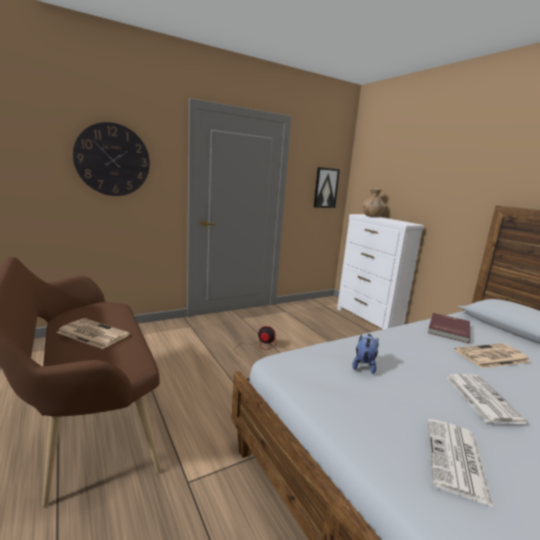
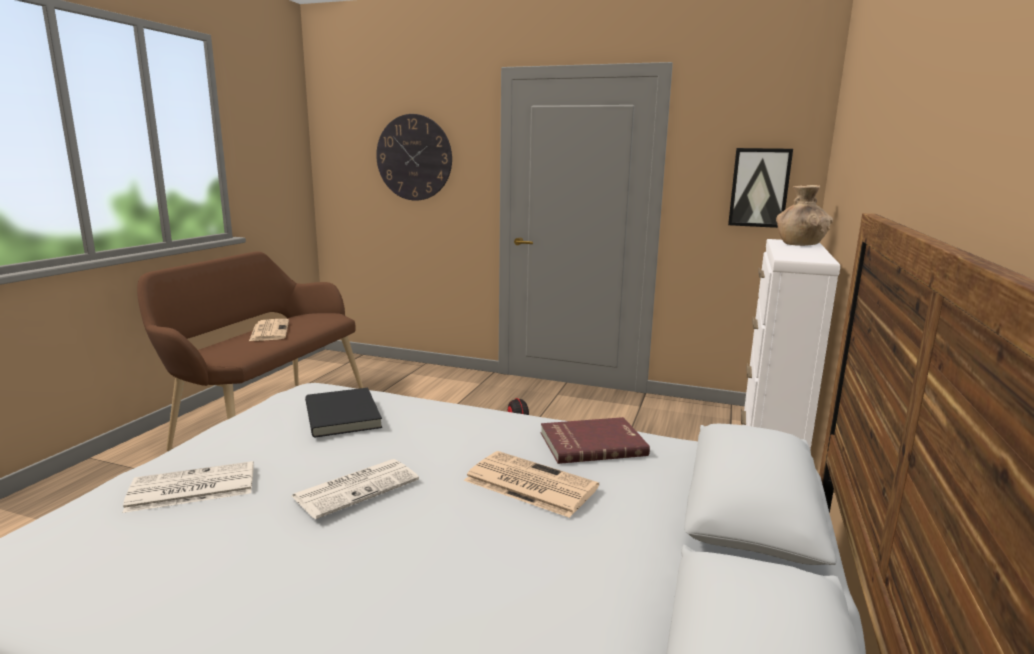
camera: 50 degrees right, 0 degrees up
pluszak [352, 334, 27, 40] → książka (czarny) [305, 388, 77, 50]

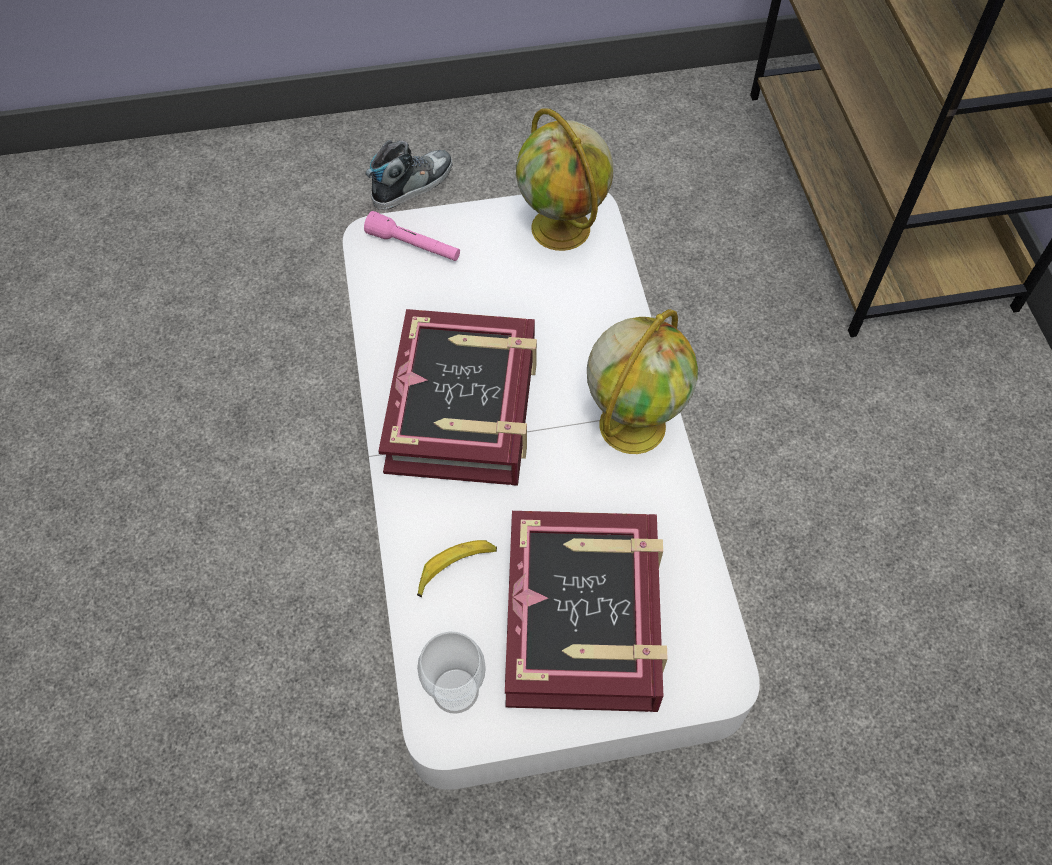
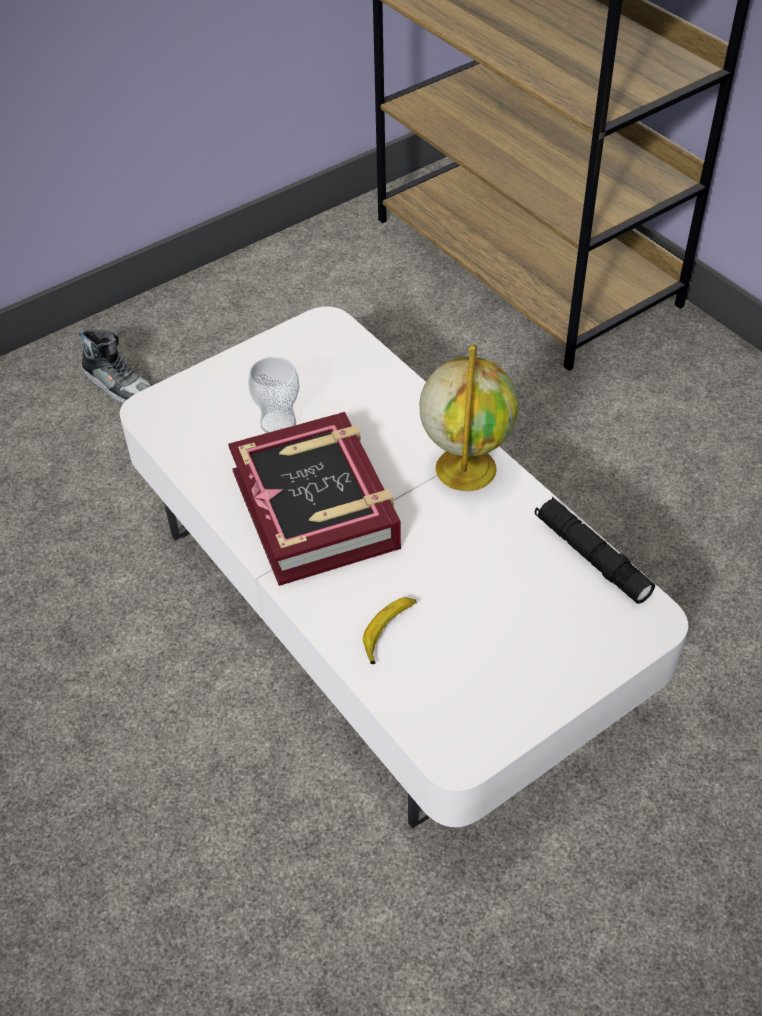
camera: 25 degrees left, 10 degrees down
latarka (różowy) [364, 211, 96, 50] → -
książka [505, 511, 163, 201] → -
globus [516, 108, 97, 143] → -
- → latarka (czarny) [535, 497, 120, 107]
filiżanka [417, 632, 69, 82] → filiżanka [248, 357, 52, 76], shifted
but [366, 140, 87, 70] → but [79, 329, 73, 75], 105 degrees clockwise

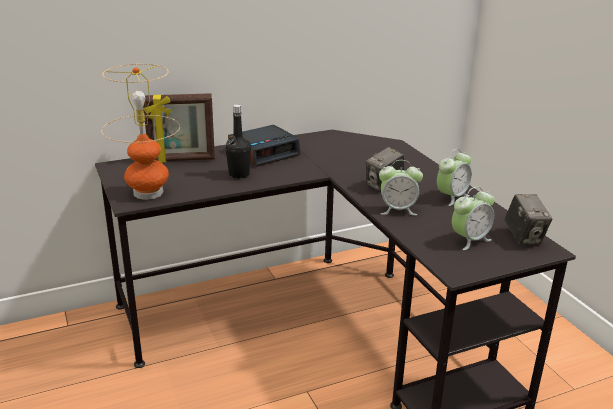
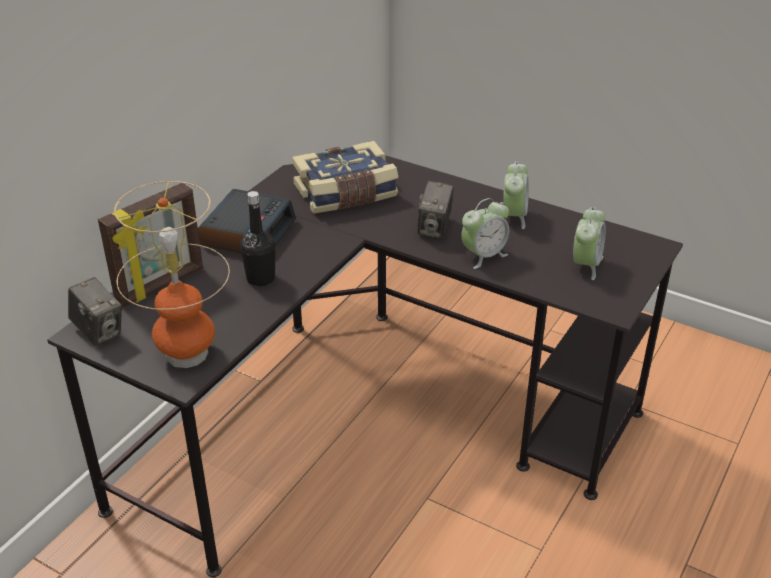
camera: 35 degrees left, 10 degrees up
- → książka [292, 141, 106, 73]
aparat fotograficzny [504, 194, 49, 51] → aparat fotograficzny [68, 277, 54, 69], shifted

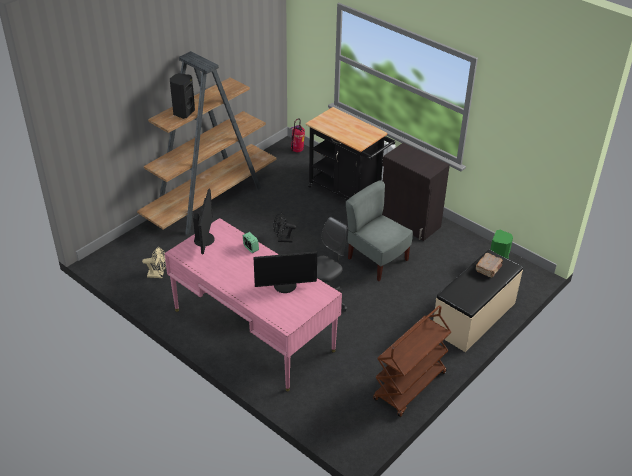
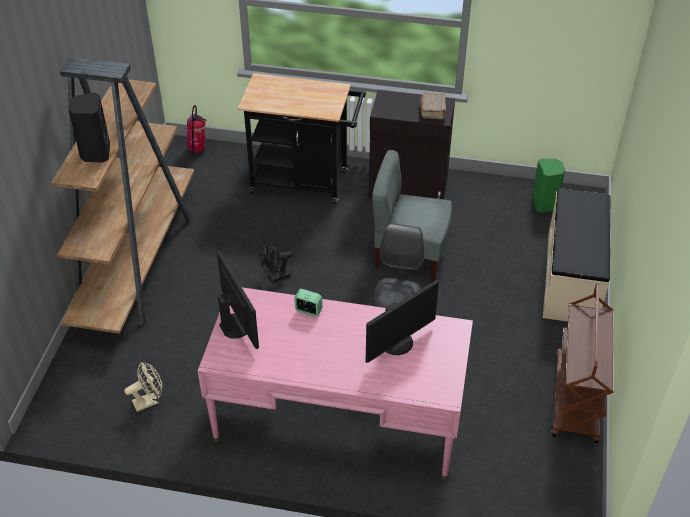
camera: 30 degrees left, 5 degrees up
książka (brązowy) [476, 253, 27, 24] → książka (brązowy) [421, 92, 26, 27], shifted

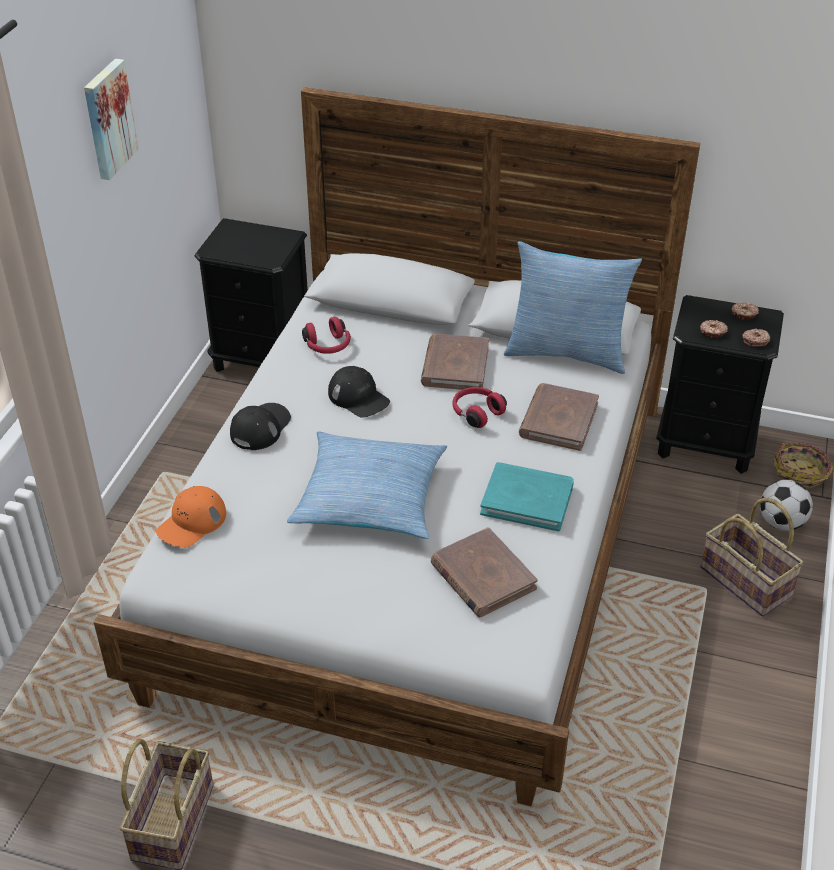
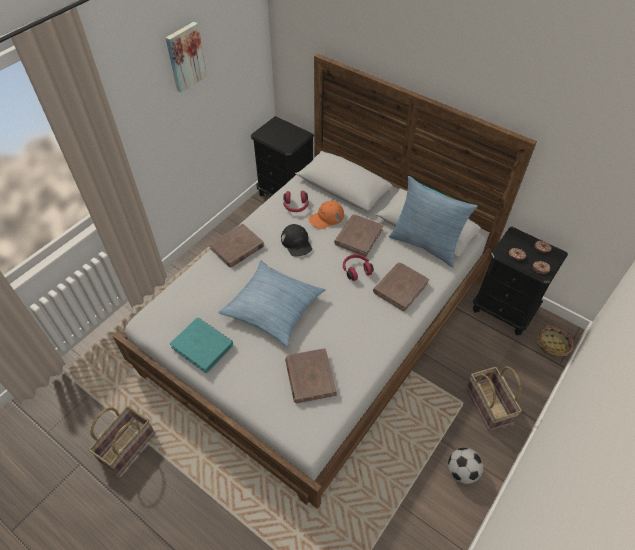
camera: 20 degrees right, 10 degrees up
czapka z daszkiem (pomarańczowy) [156, 486, 70, 62] → czapka z daszkiem (pomarańczowy) [309, 201, 35, 28], shifted
książka (turkusowy) [480, 462, 94, 69] → książka (turkusowy) [170, 318, 63, 55], shifted
piłka futbolowa [760, 480, 53, 51] → piłka futbolowa [448, 448, 35, 36], shifted
czapka z daszkiem (czarny) [230, 403, 61, 47] → książka (brązowy) [209, 223, 55, 44]

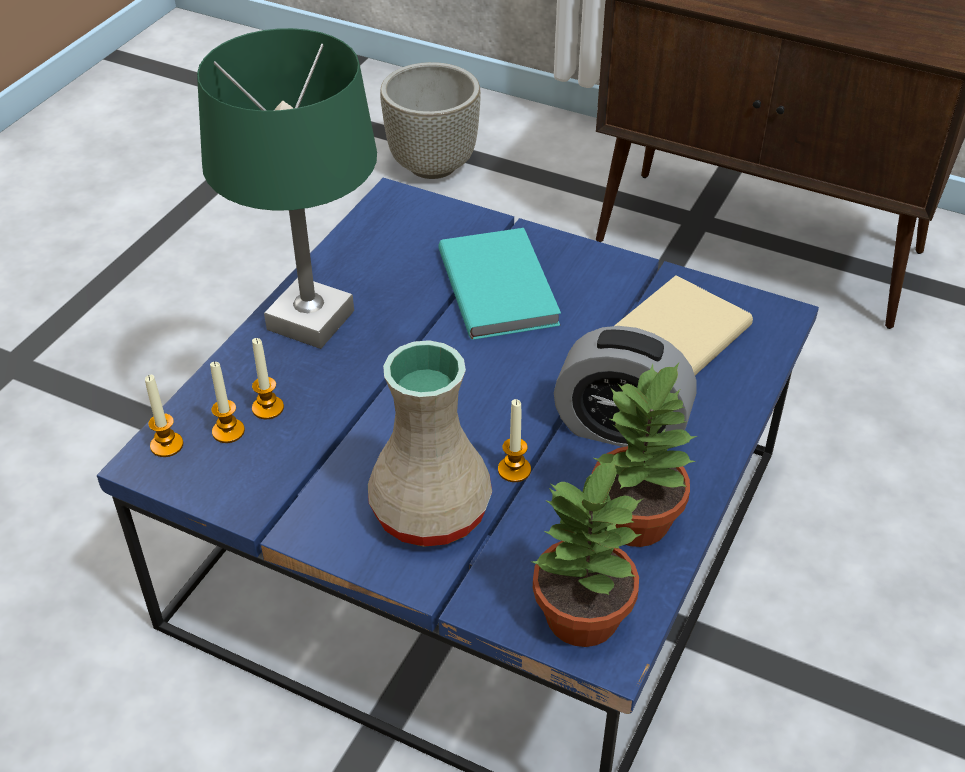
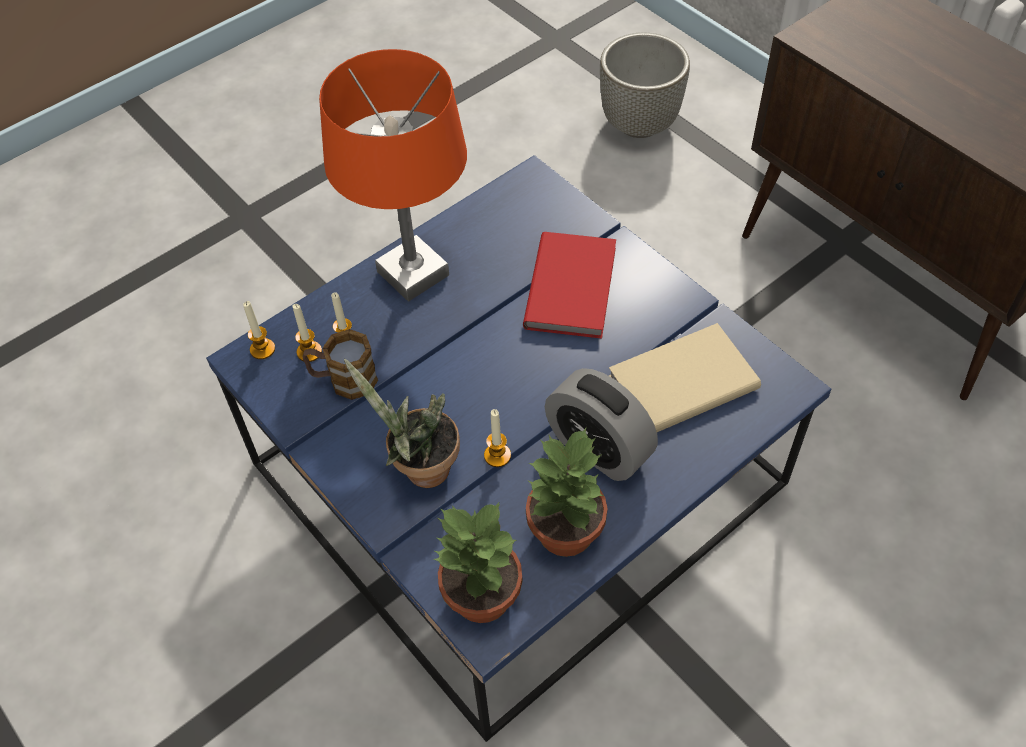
camera: 25 degrees right, 10 degrees up
- → kubek [303, 329, 75, 71]
wazon (beżowy) [368, 340, 124, 207] → roślina doniczkowa [344, 358, 116, 130]
lampa stołowa (zielony) [197, 28, 180, 321] → lampa stołowa (pomarańczowy) [319, 49, 148, 253]
książka (turkusowy) [438, 228, 123, 112] → książka (czerwony) [523, 232, 93, 107]

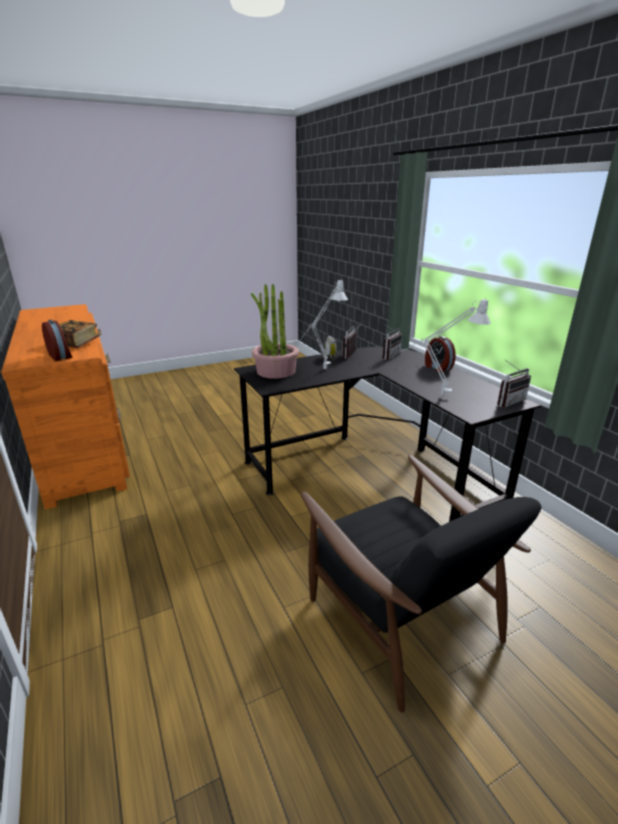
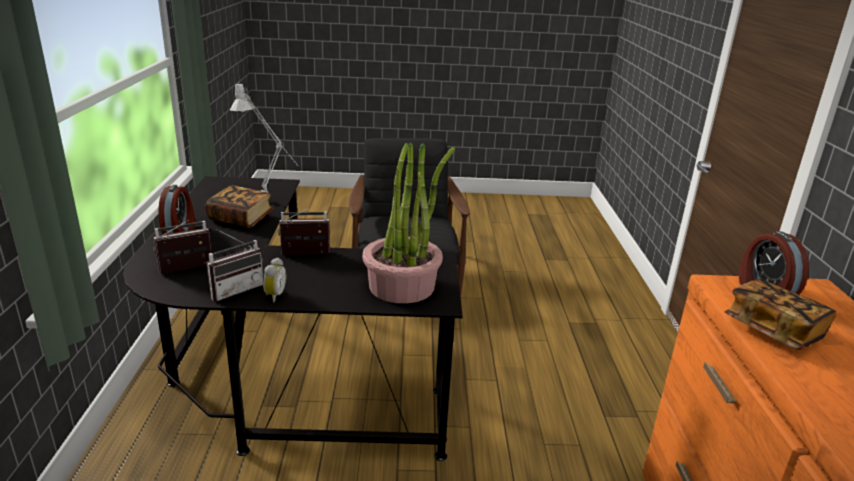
camera: 155 degrees left, 0 degrees up
lampa stołowa (szary) [299, 279, 49, 90] → -
- → książka [205, 185, 69, 43]
radio [497, 360, 34, 48] → radio [278, 209, 52, 46], shifted

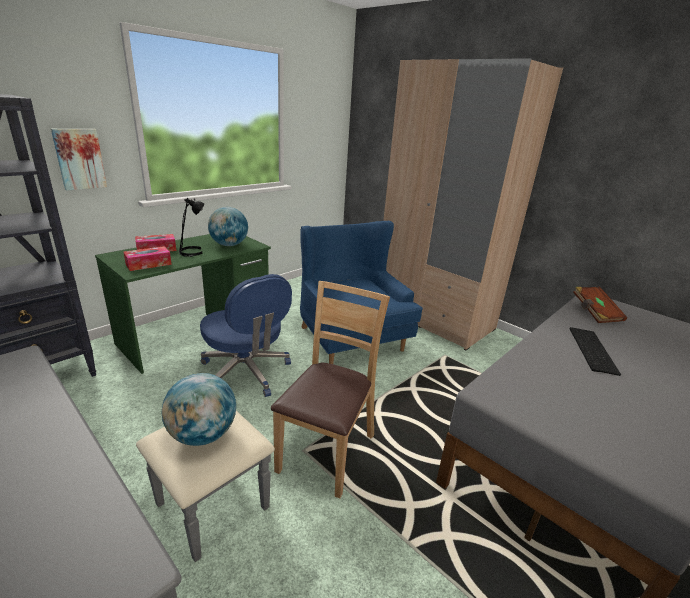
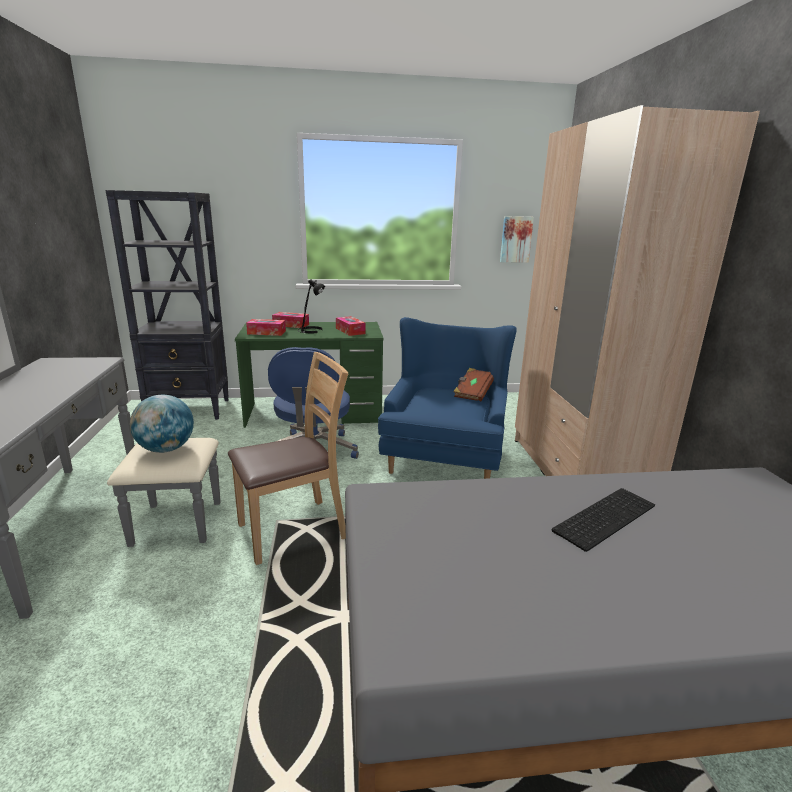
camera: 40 degrees right, 5 degrees down
obraz [51, 129, 56, 61] → obraz [500, 216, 34, 47], shifted
książka (brązowy) [573, 287, 54, 36] → książka (brązowy) [453, 368, 41, 33], shifted
globus [208, 207, 40, 39] → pudełko chusteczek [336, 316, 30, 20]

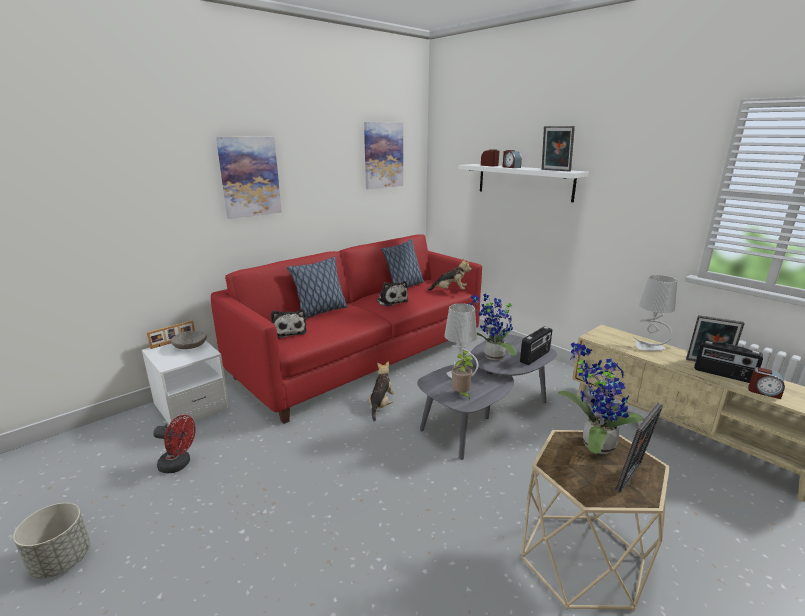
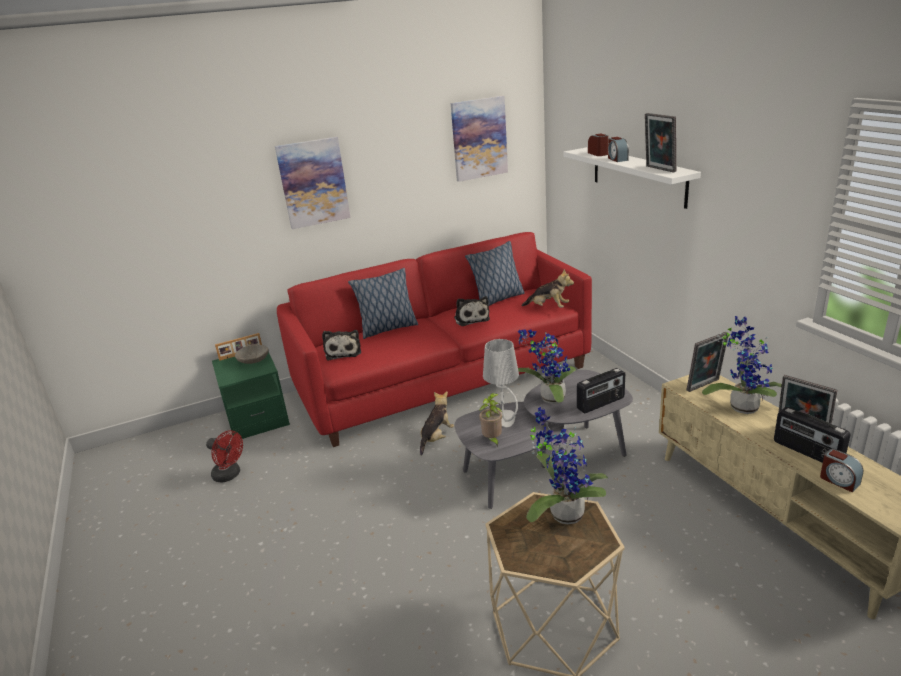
camera: 20 degrees right, 5 degrees up
donica (szary) [13, 503, 77, 76] → -
ramka na zdjęcie [615, 403, 48, 90] → ramka na zdjęcie [687, 332, 41, 60], shifted
lampa stołowa (szary) [634, 275, 43, 76] → roślina doniczkowa [702, 316, 80, 98]
szafka nocna (biały) [142, 340, 88, 87] → szafka nocna (zielony) [212, 352, 78, 87]

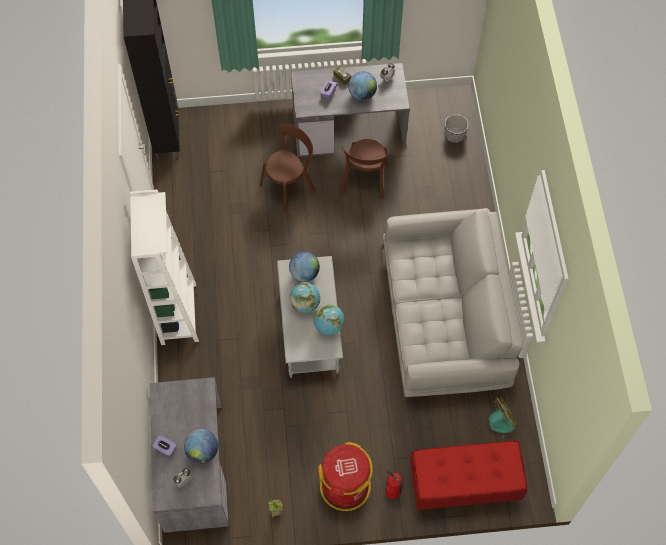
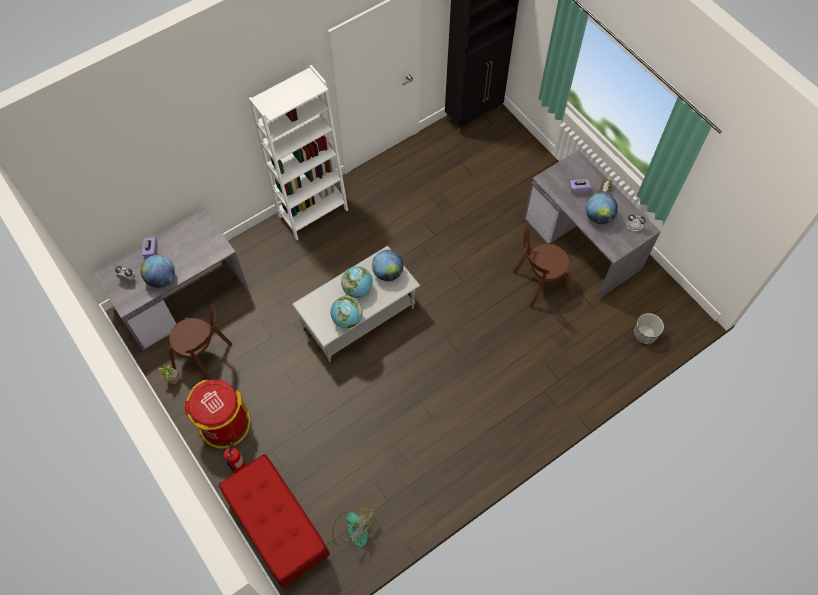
camera: 60 degrees right, 0 degrees up
kanapa (szary) [380, 208, 143, 192] → -
krzesło (brązowy) [260, 124, 56, 88] → krzesło (brązowy) [168, 304, 65, 76], shifted

